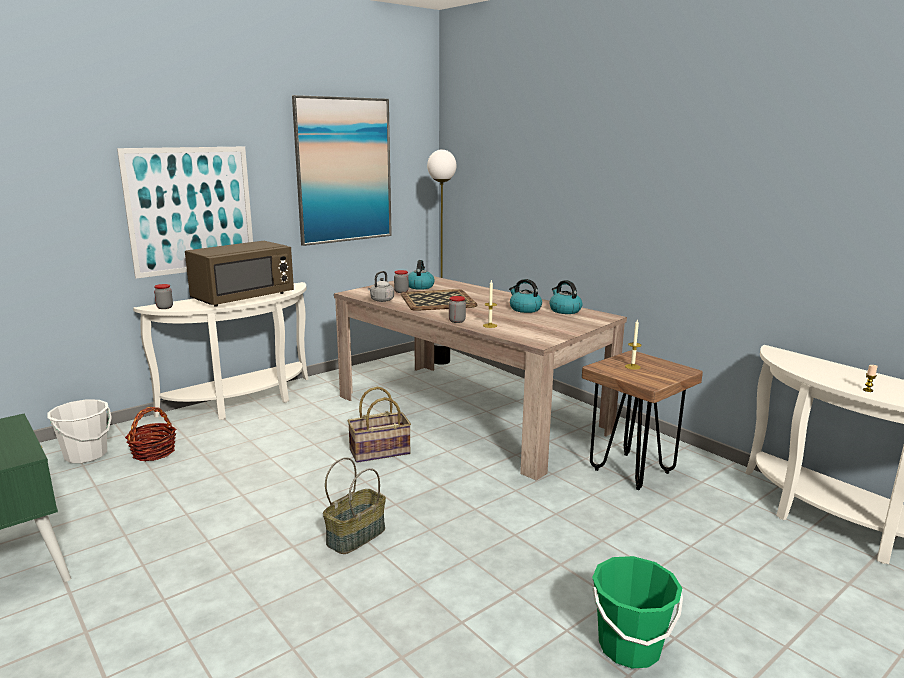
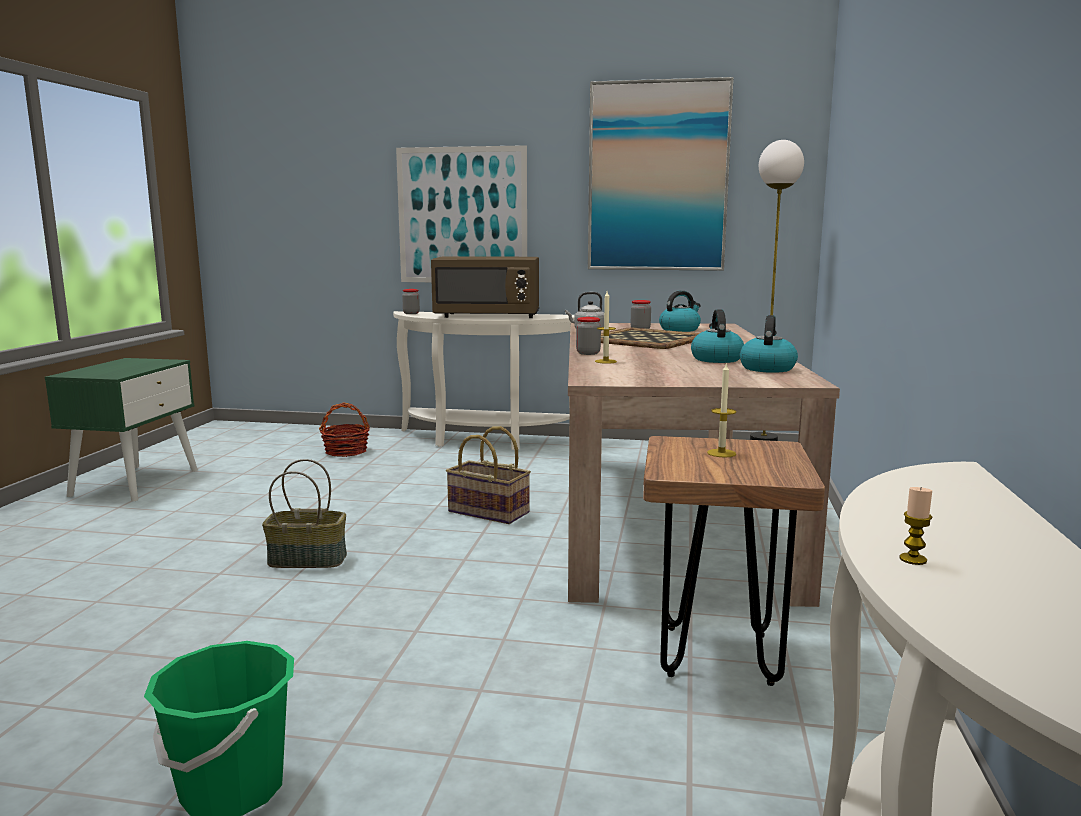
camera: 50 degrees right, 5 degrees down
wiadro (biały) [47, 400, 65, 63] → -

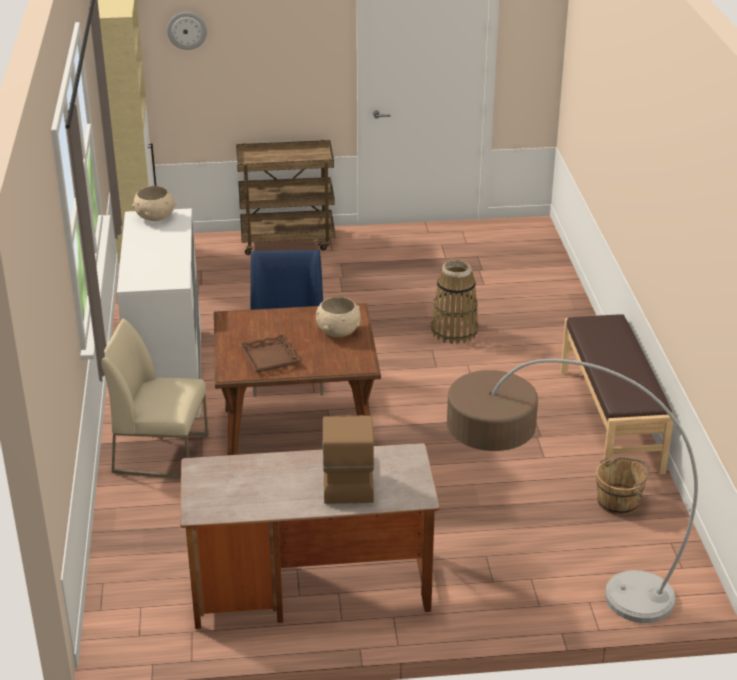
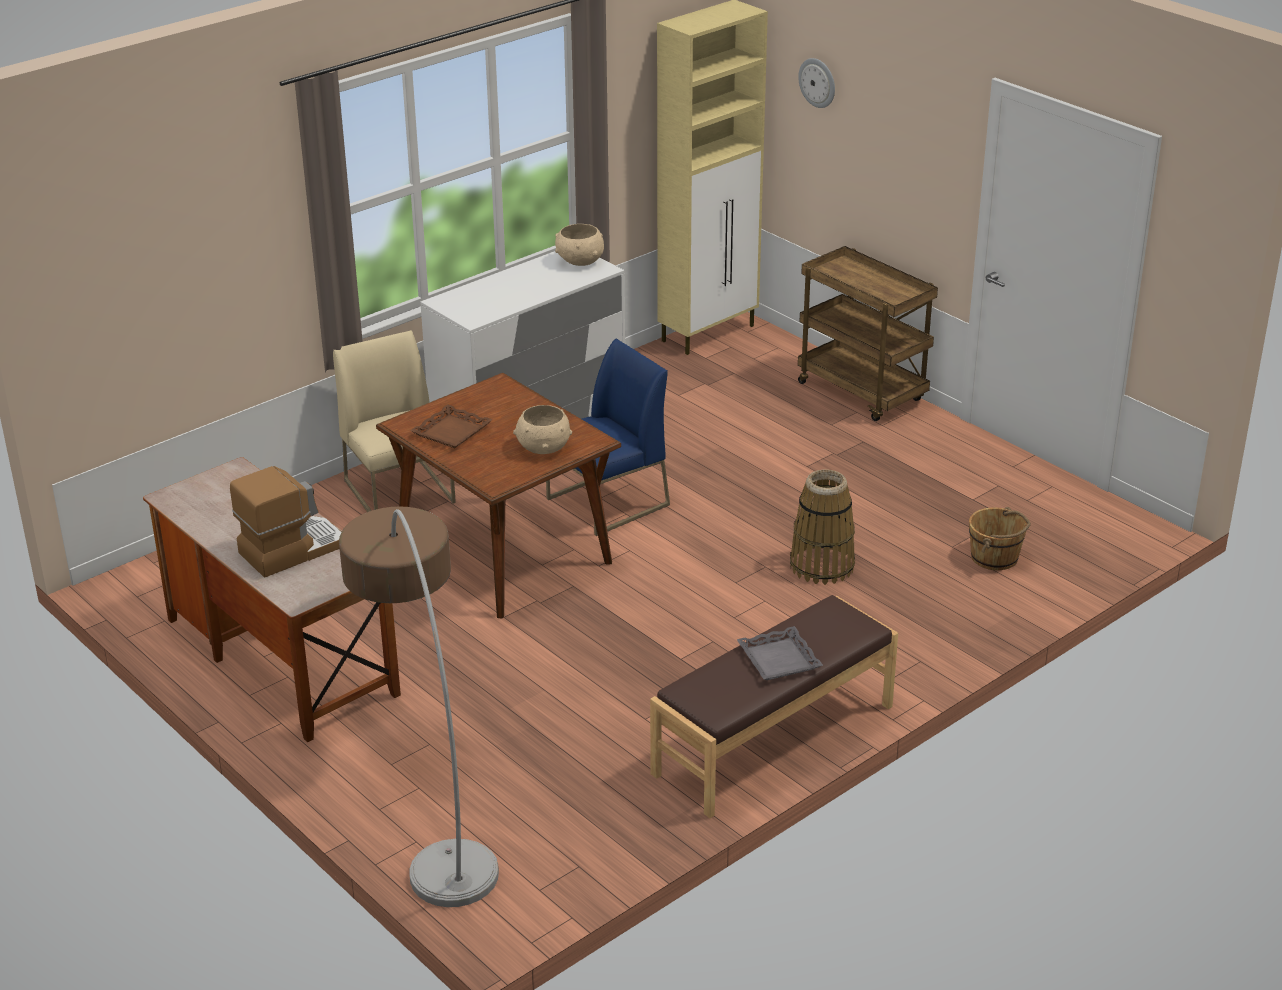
camera: 55 degrees right, 0 degrees up
- → taca (szary) [736, 626, 87, 54]
wiadro (brązowy) [596, 456, 53, 59] → wiadro (brązowy) [969, 507, 62, 63], shifted

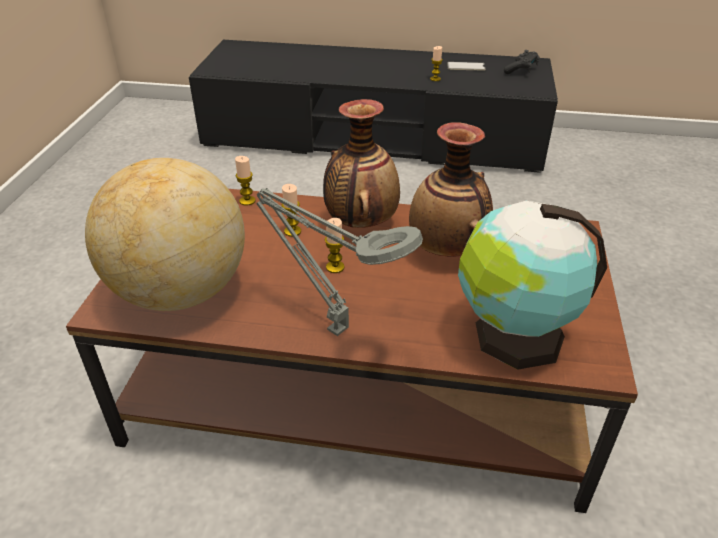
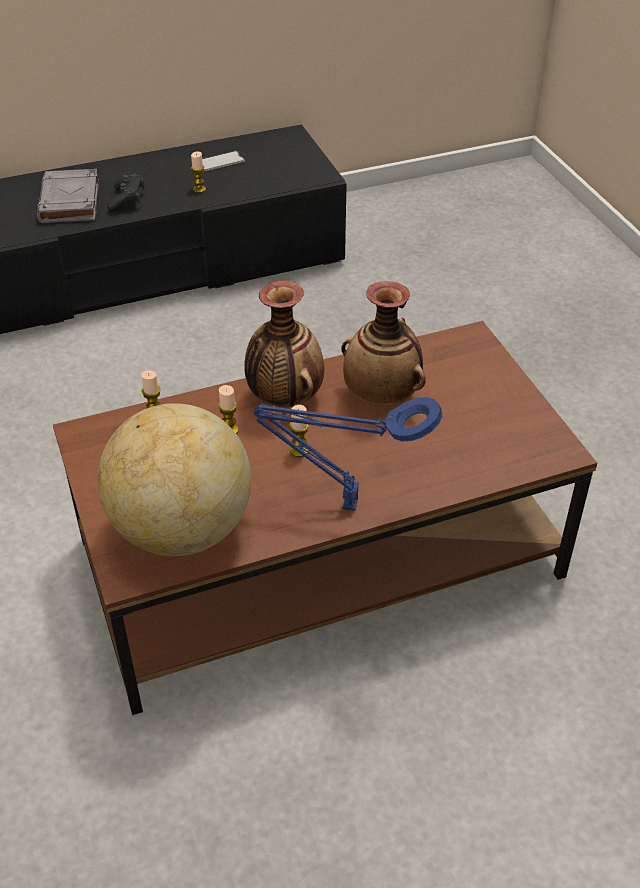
camera: 30 degrees left, 5 degrees up
globus [458, 201, 149, 169] → -
- → książka (szary) [37, 169, 62, 54]
pad do gier (czarny) [504, 50, 35, 24] → pad do gier (czarny) [107, 174, 38, 38], shifted
lampa stołowa (szary) [256, 188, 167, 148] → lampa stołowa (niebieski) [254, 397, 188, 114]

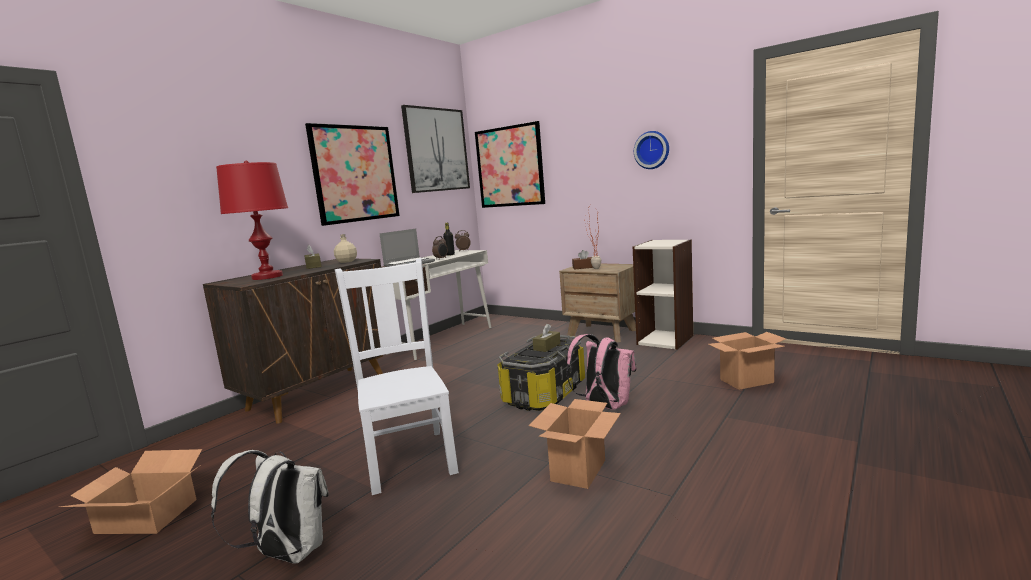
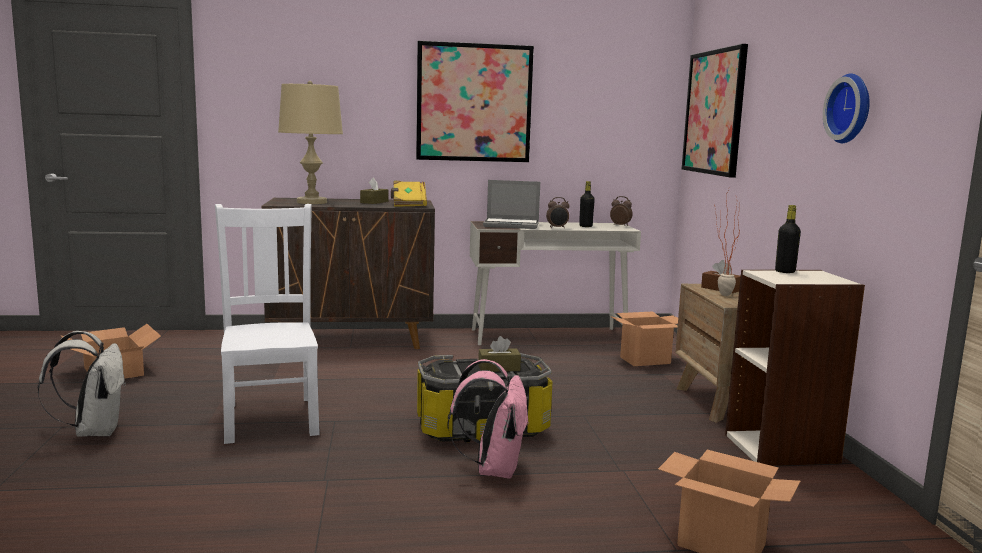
camera: 45 degrees right, 0 degrees up
obraz [401, 105, 69, 88] → -
- → butelka (czarny) [775, 205, 26, 68]
karton [529, 399, 92, 90] → karton [610, 311, 68, 55], shifted
butelka (beżowy) [334, 234, 23, 29] → książka (żółty) [391, 181, 36, 26]
lampa stołowa (czerwony) [216, 161, 72, 119] → lampa stołowa (beżowy) [278, 81, 65, 123]
krzesło (biały) [335, 258, 124, 237] → krzesło (biały) [215, 204, 105, 240], 45 degrees counterclockwise

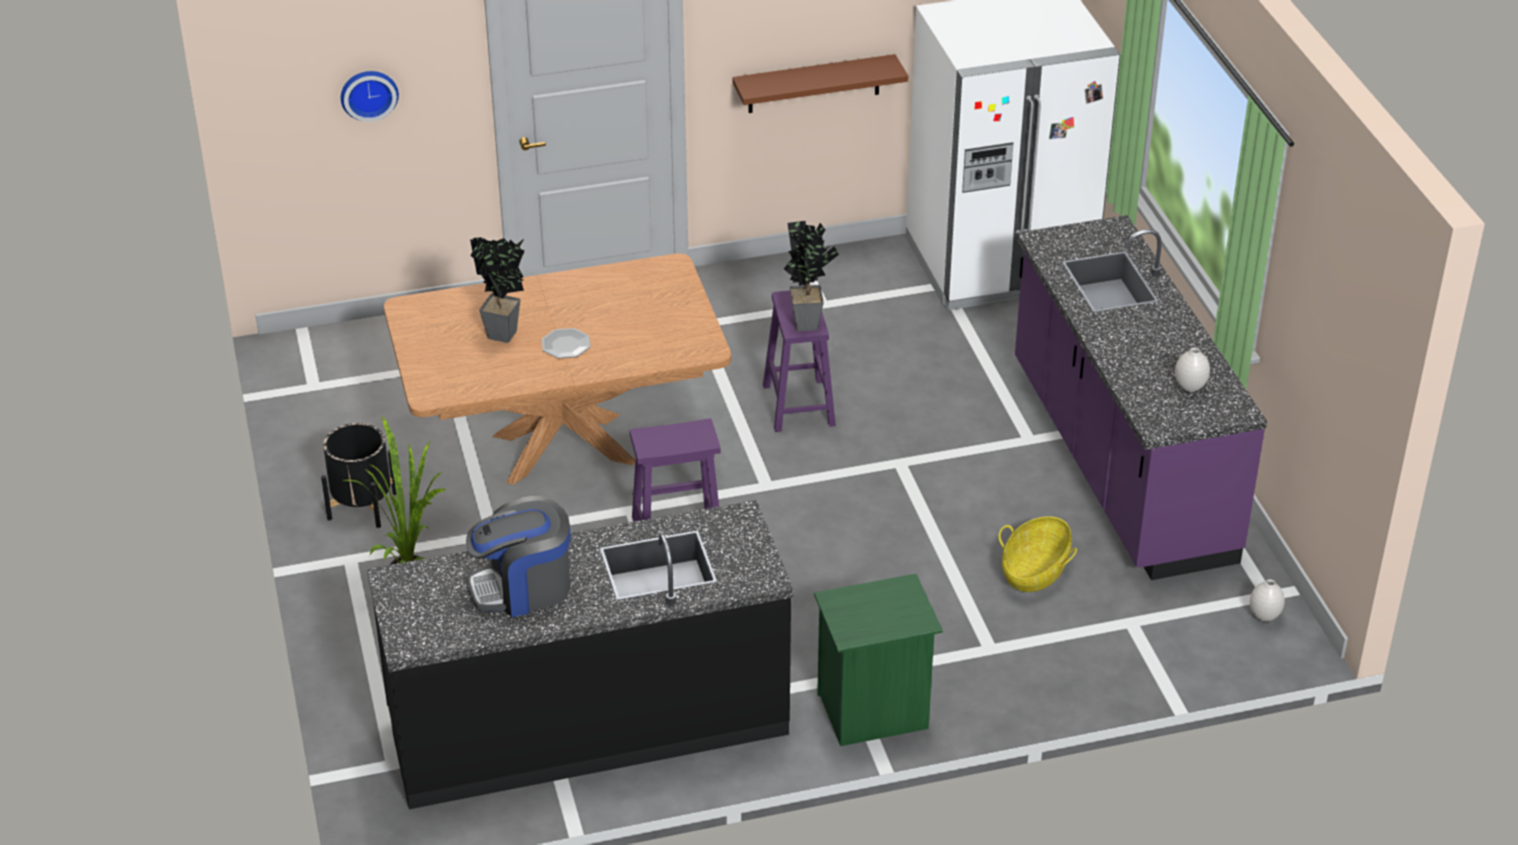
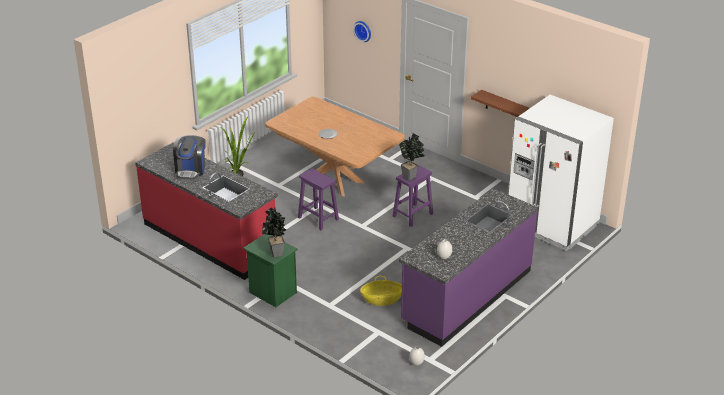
camera: 55 degrees right, 5 degrees down
donica (czarny) [321, 423, 75, 105] → -
roślina doniczkowa [470, 237, 55, 106] → roślina doniczkowa [262, 207, 24, 50], shifted
zabudowa kuchenna (czarny) [367, 500, 426, 309] → zabudowa kuchenna (czerwony) [135, 142, 143, 138]
ekspres do kawy [466, 496, 105, 121] → ekspres do kawy [173, 135, 33, 44], 120 degrees counterclockwise

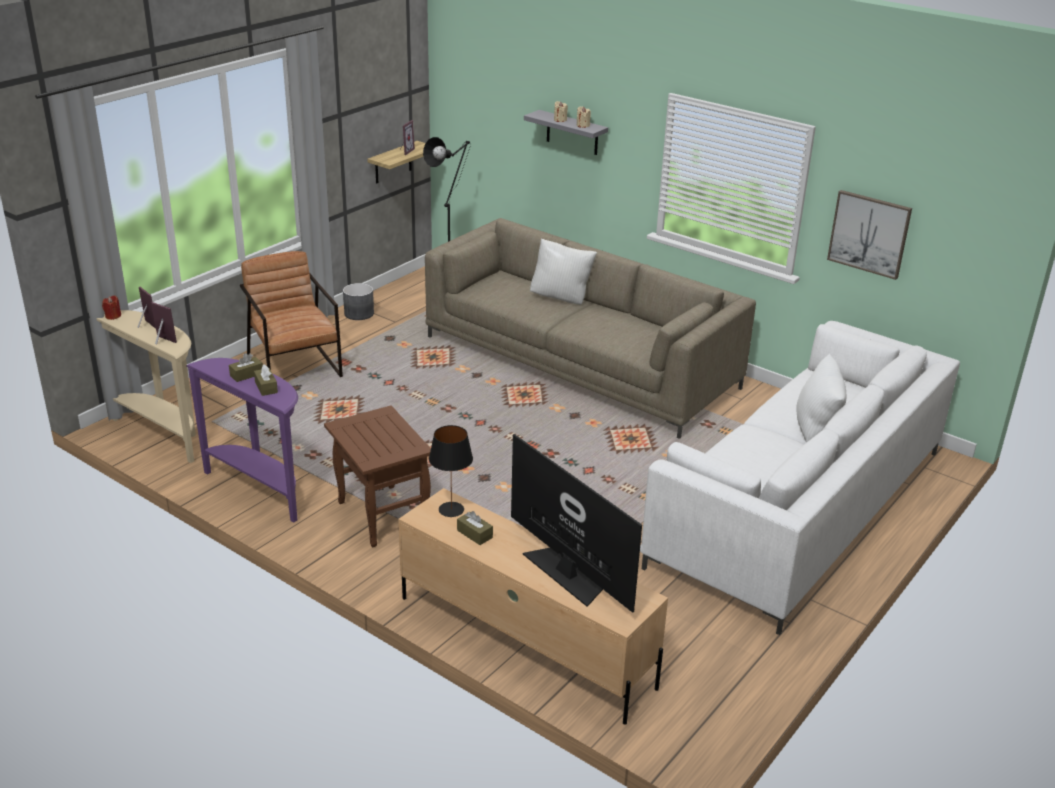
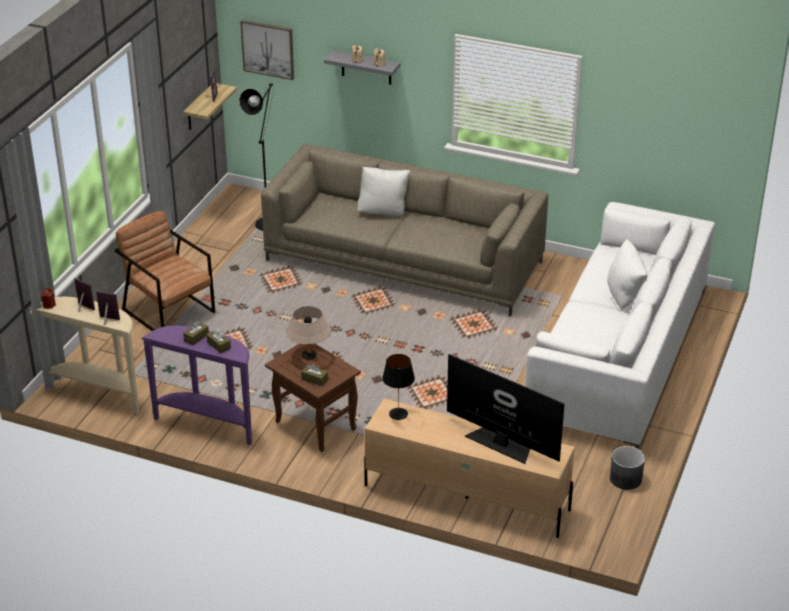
camera: 15 degrees left, 5 degrees up
- → lampa stołowa (beżowy) [286, 306, 45, 54]
donica (szary) [343, 283, 31, 37] → donica (szary) [610, 446, 35, 44], shifted
pudełko chusteczek (brązowy) [457, 511, 36, 34] → pudełko chusteczek (brązowy) [301, 364, 27, 22], shifted
obraz [827, 190, 85, 90] → obraz [240, 20, 54, 60], shifted

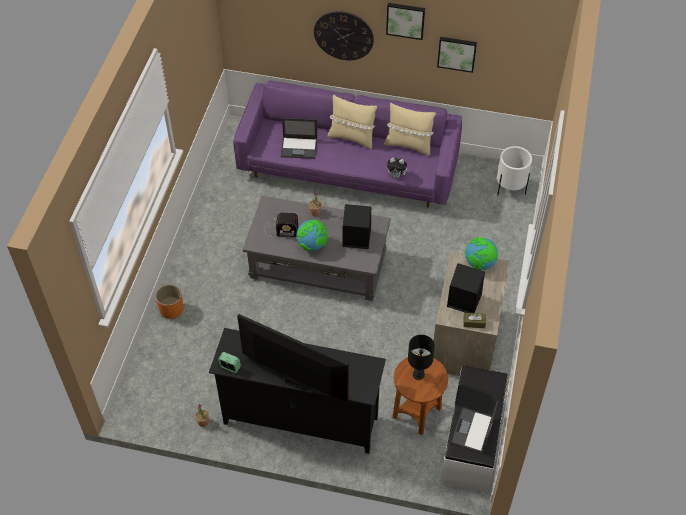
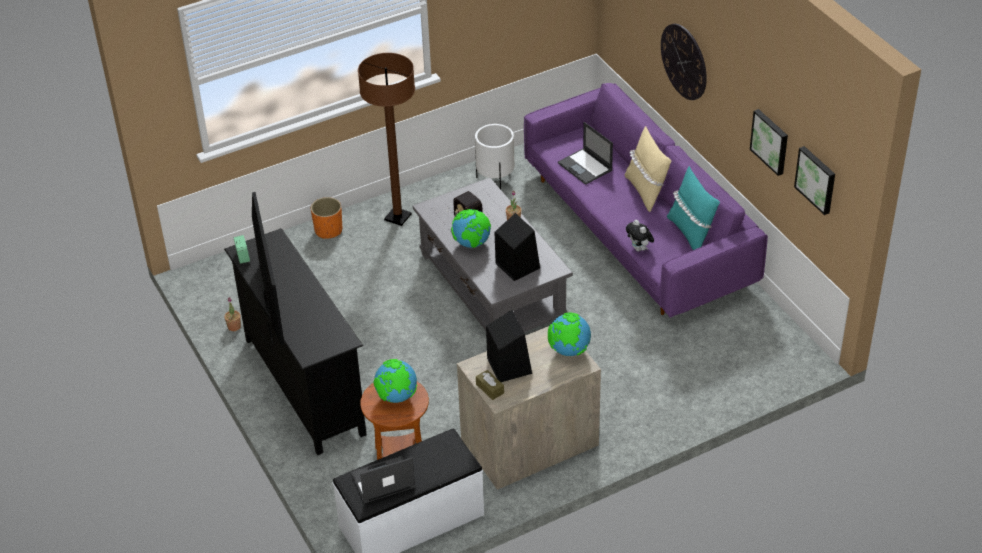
camera: 50 degrees right, 10 degrees down
- → lampa stojąca (brązowy) [358, 53, 57, 173]
obraz [386, 3, 39, 37] → obraz [794, 146, 41, 69], shifted
donica (biały) [497, 146, 35, 49] → donica (biały) [475, 124, 39, 65], shifted
lampa stołowa (czarny) [408, 335, 27, 45] → globus [374, 359, 43, 44]
poduszka (beżowy) [384, 103, 52, 53] → poduszka (turkusowy) [667, 166, 53, 84]

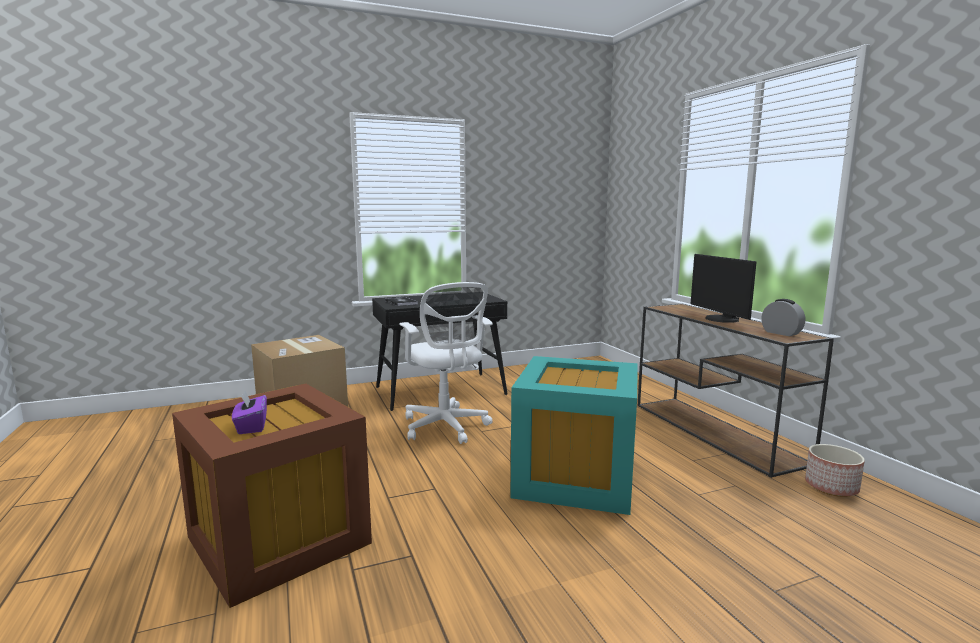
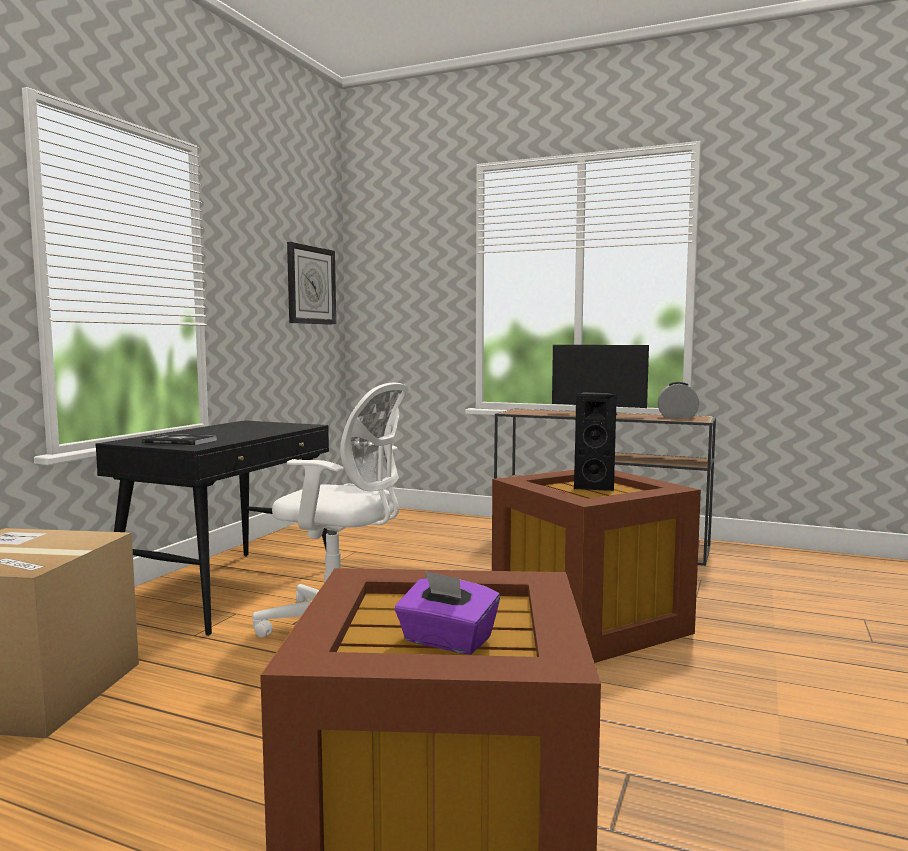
camera: 45 degrees left, 5 degrees down
donica [805, 444, 60, 53] → -
- → zegar ścienny [287, 242, 49, 83]
- → głośnik (czarny) [574, 392, 43, 99]
pojemnik do przechowywania (turkusowy) [510, 356, 128, 159] → pojemnik do przechowywania (brązowy) [492, 470, 209, 193]

